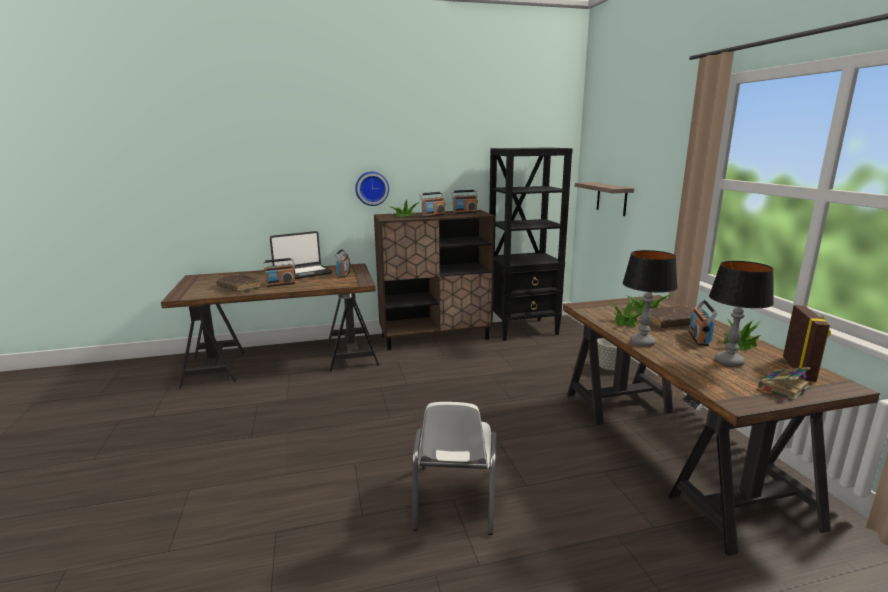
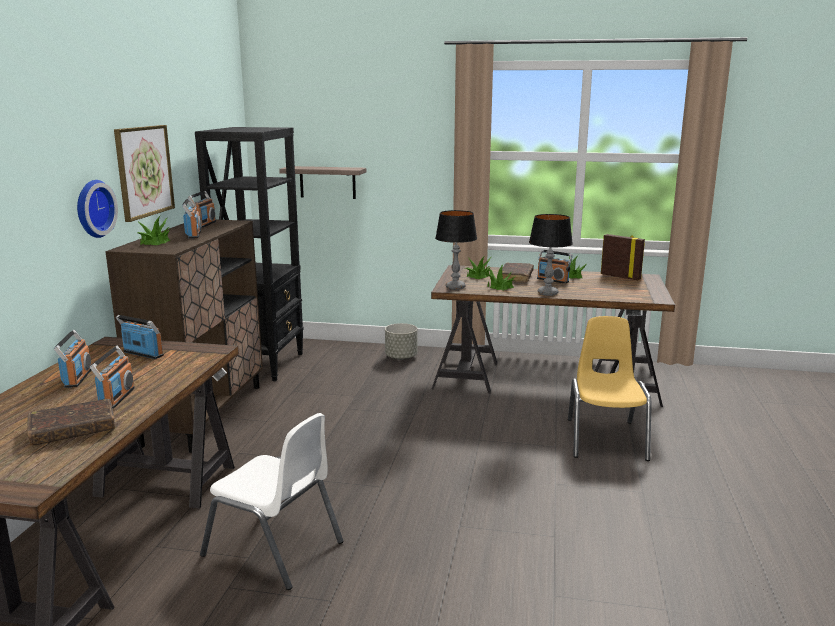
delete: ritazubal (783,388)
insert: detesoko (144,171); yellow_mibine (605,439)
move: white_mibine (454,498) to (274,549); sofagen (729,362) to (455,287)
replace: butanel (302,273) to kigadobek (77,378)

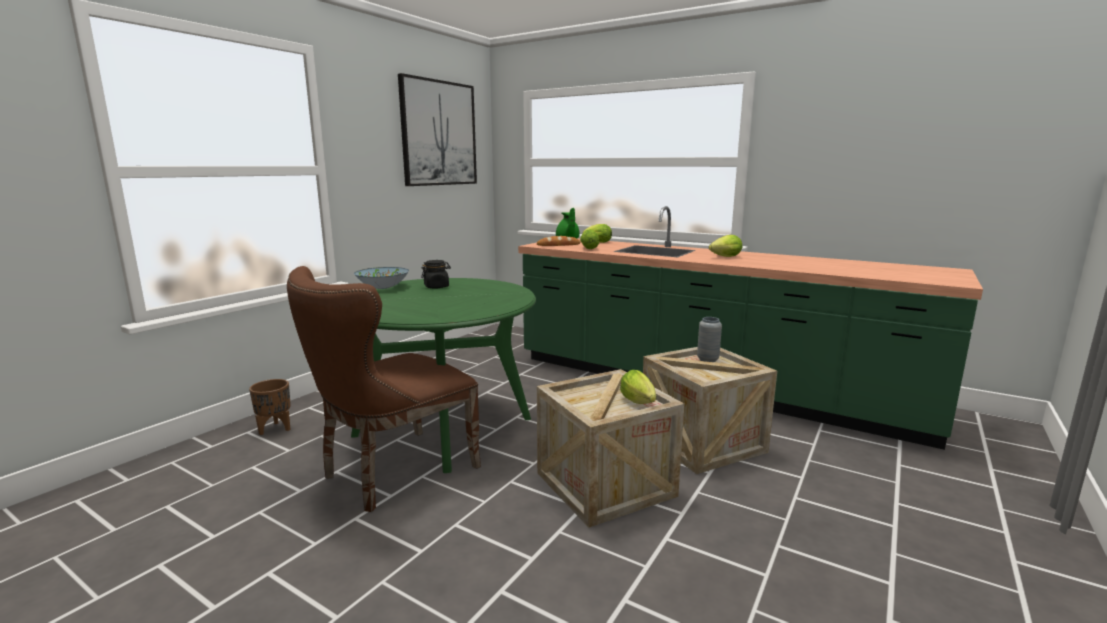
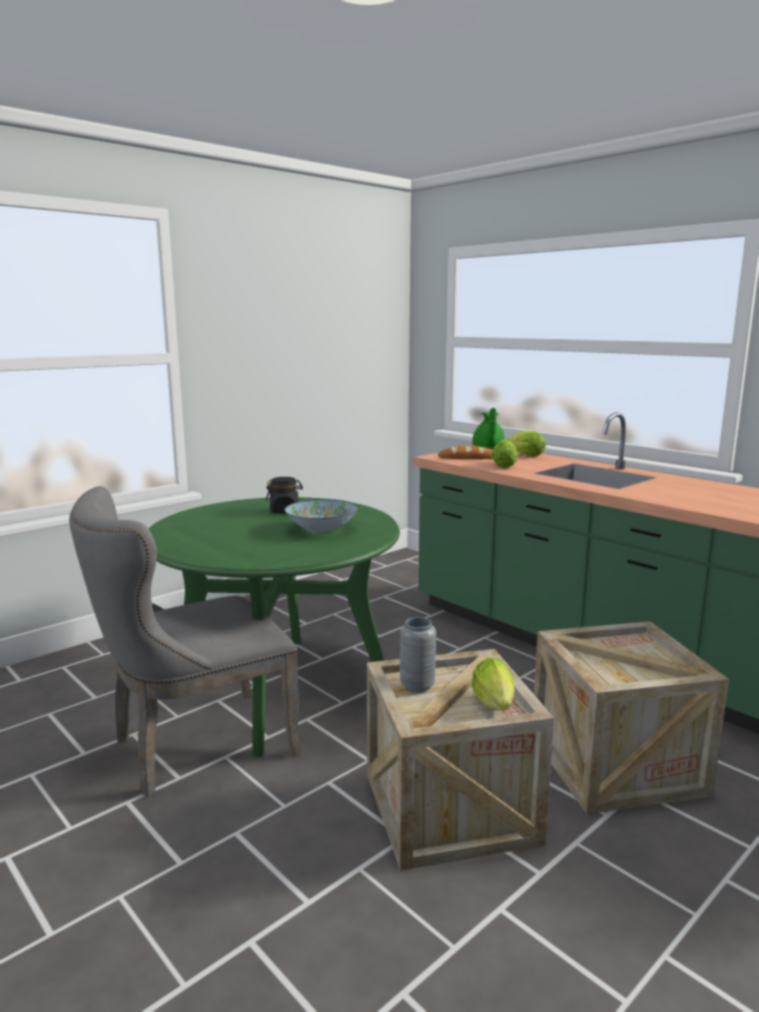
delete: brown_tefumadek (275,429); detesoko (439,133); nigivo (724,257)
move: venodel (382,287) to (321,529); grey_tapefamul (707,360) to (417,686)
recolor: brown_mibine (391,473) to grey_mibine (192,747)

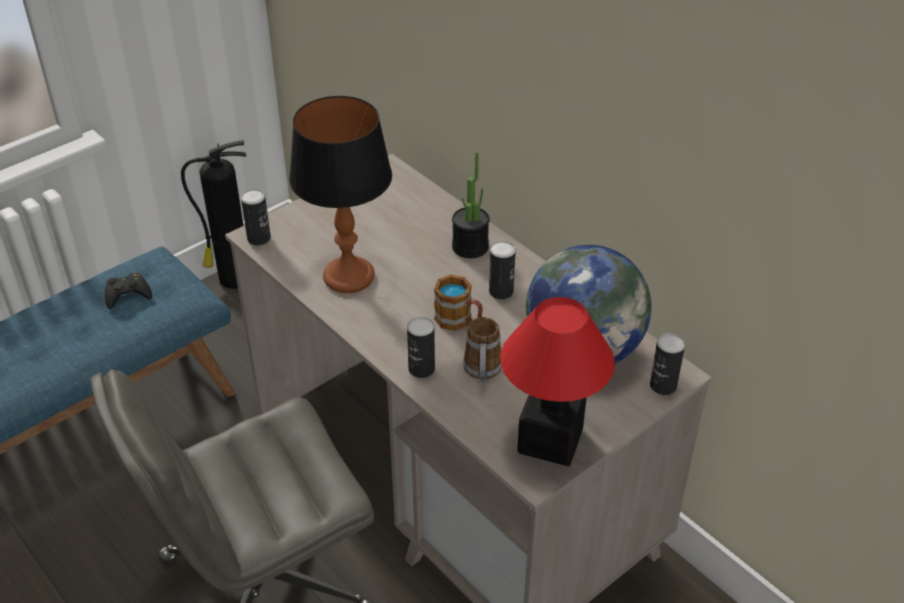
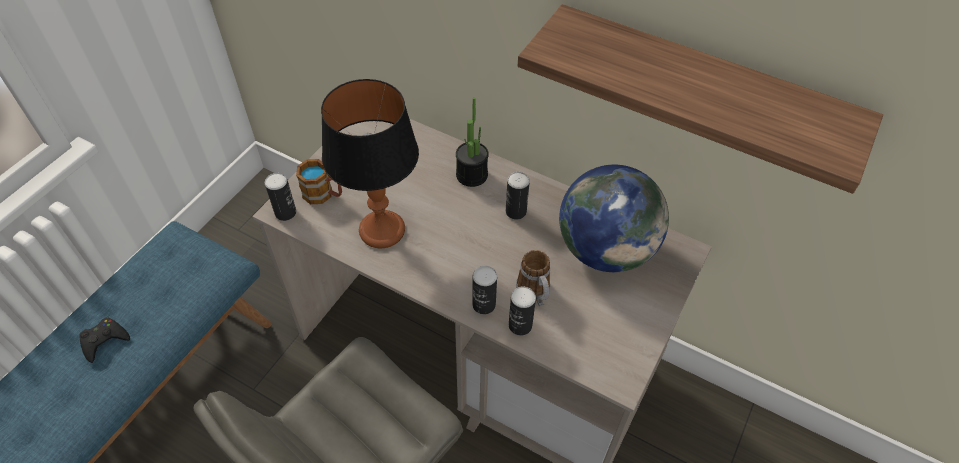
delete: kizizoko (233,279); sofagen (549,441)
insert: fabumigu (699,92)
move: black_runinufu (127,294) to (104,341); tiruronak (459,321) to (323,194); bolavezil (663,386) to (520,325)

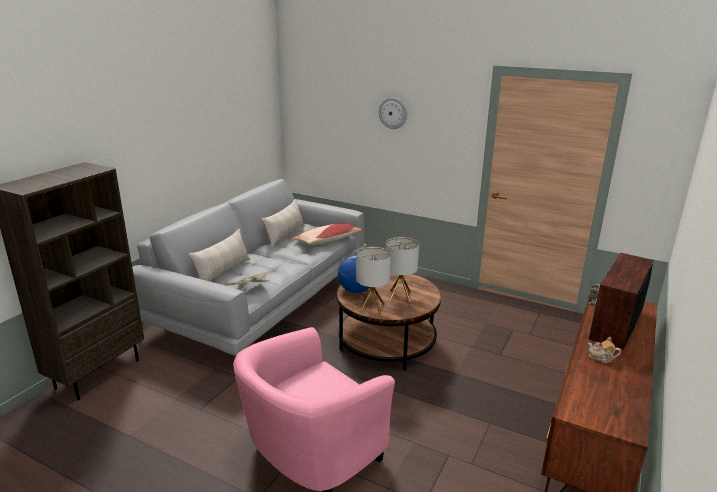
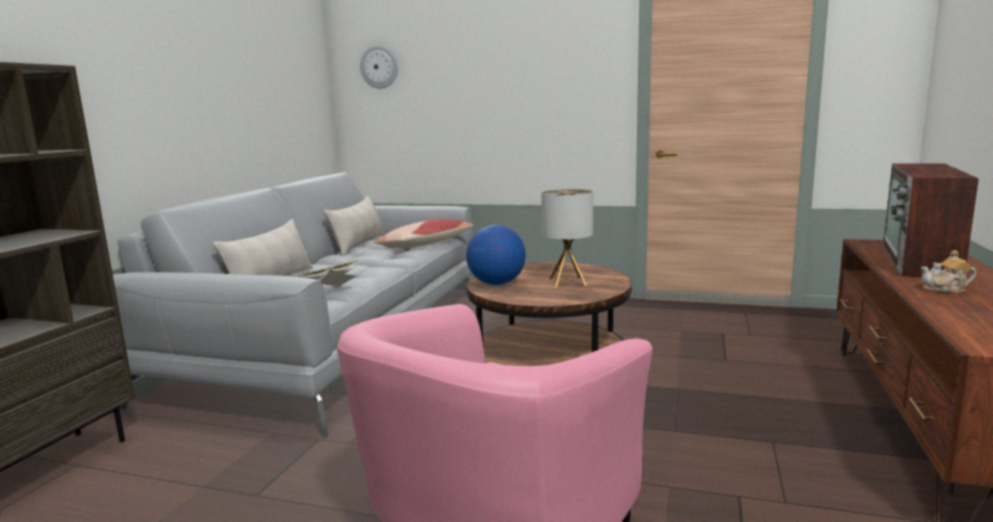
delete: sofagen (372,308)
move: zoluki (393,113) to (379,67)

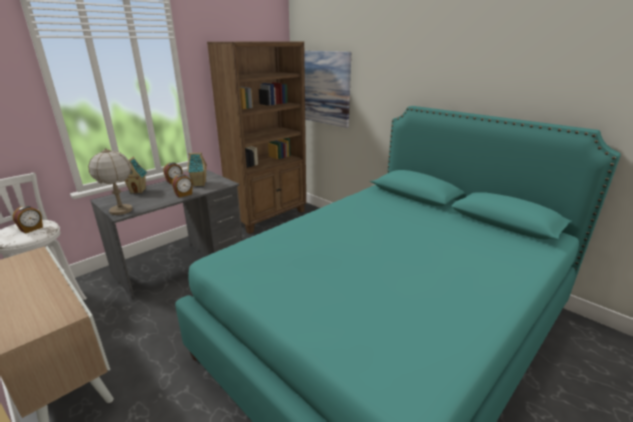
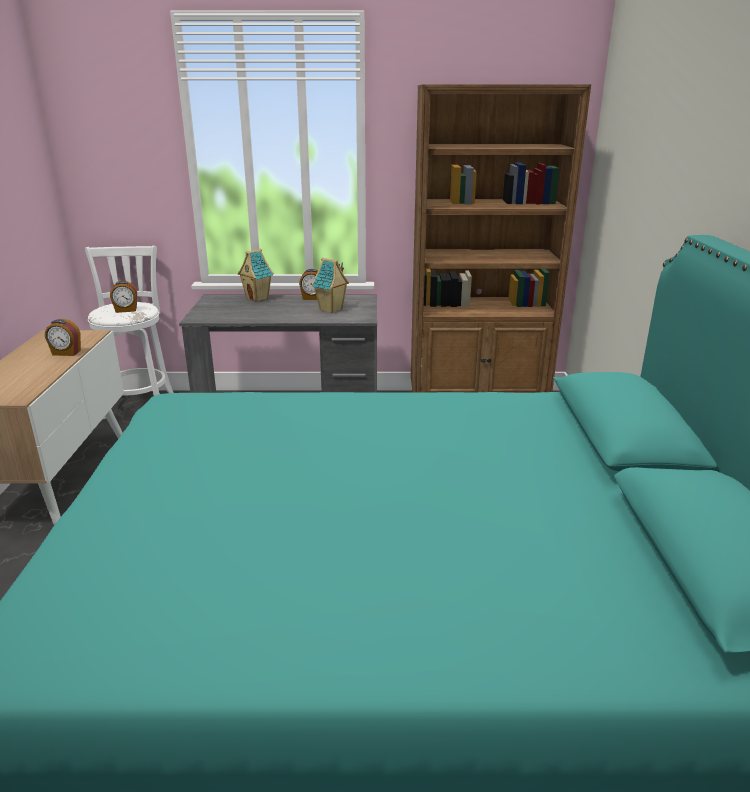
delete: sofagen (121,210); detesoko (324,88)
move: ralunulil (184,194) to (66,353)

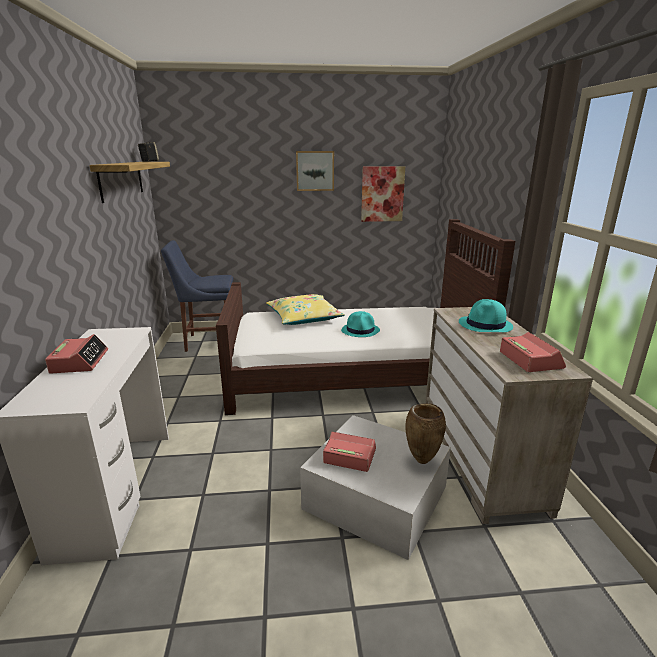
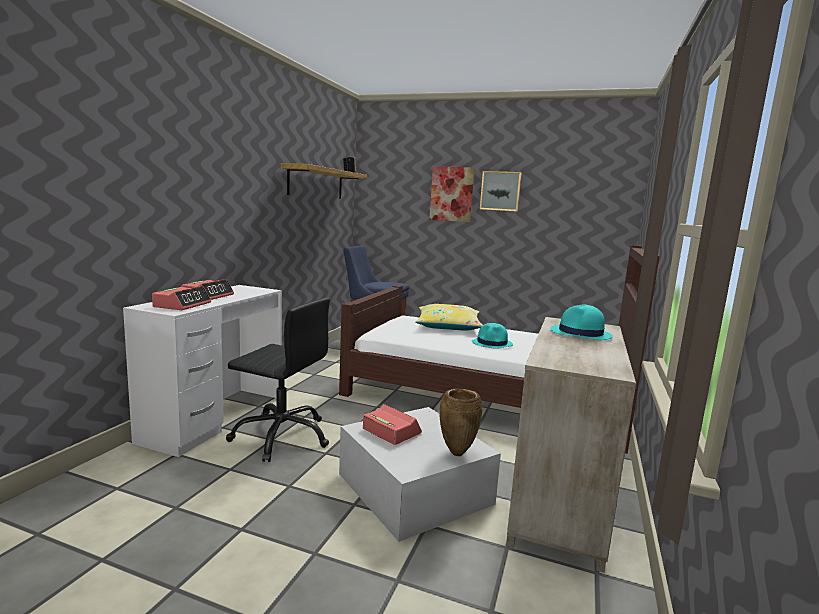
insert: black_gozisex (282,436)
move: detesoko (382,194) to (451,194); ralunulil (530,360) to (182,305)

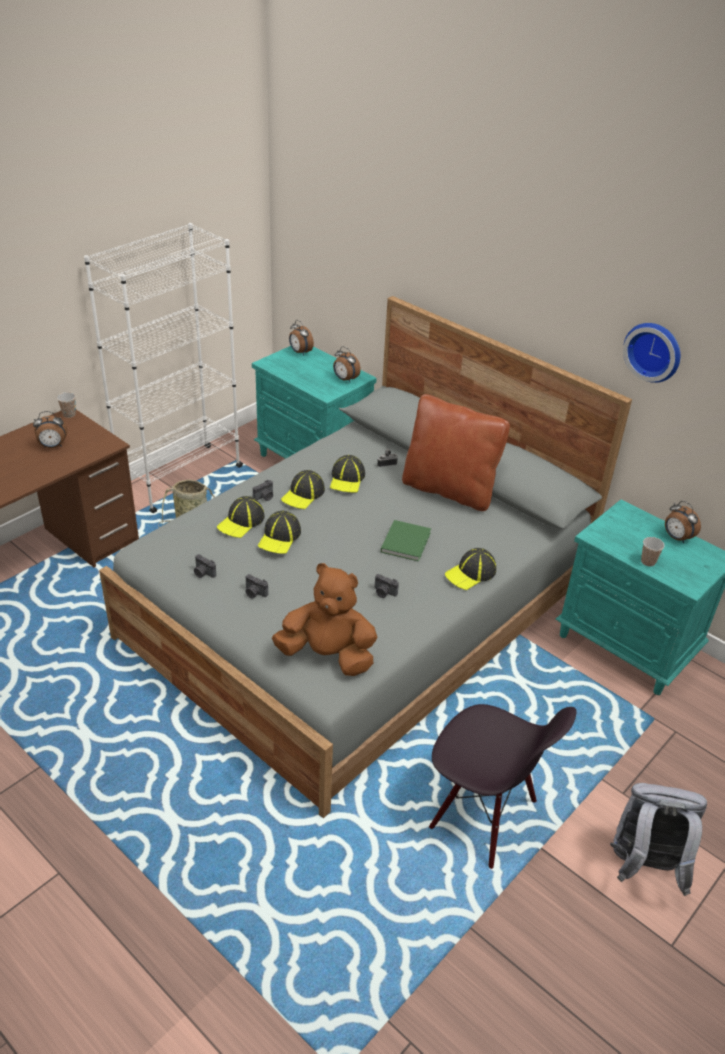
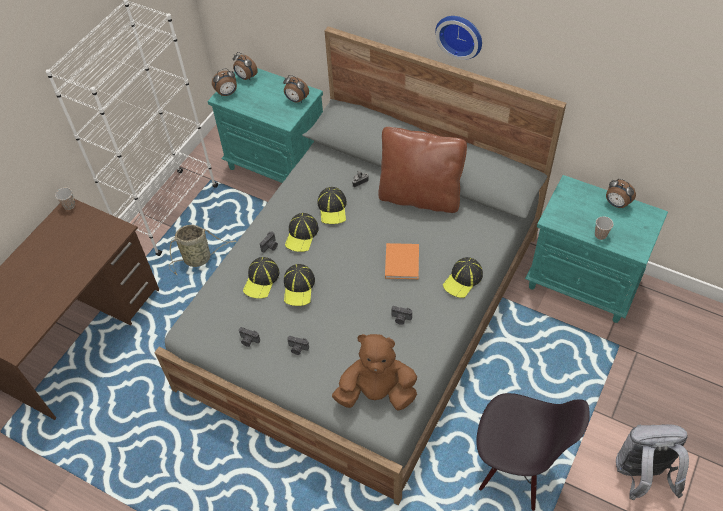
move: ralunulil (53,446) to (227,93); zoluki (654,351) to (460,35)
recolor: green_ritazubal (406,541) to orange_ritazubal (402,261)

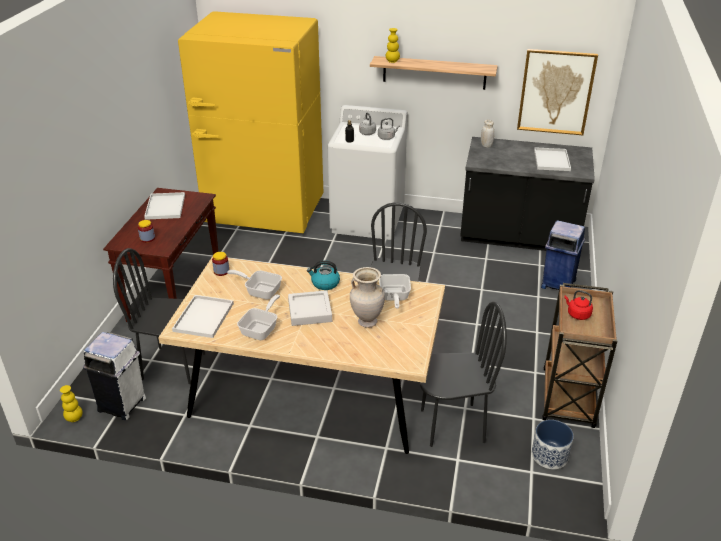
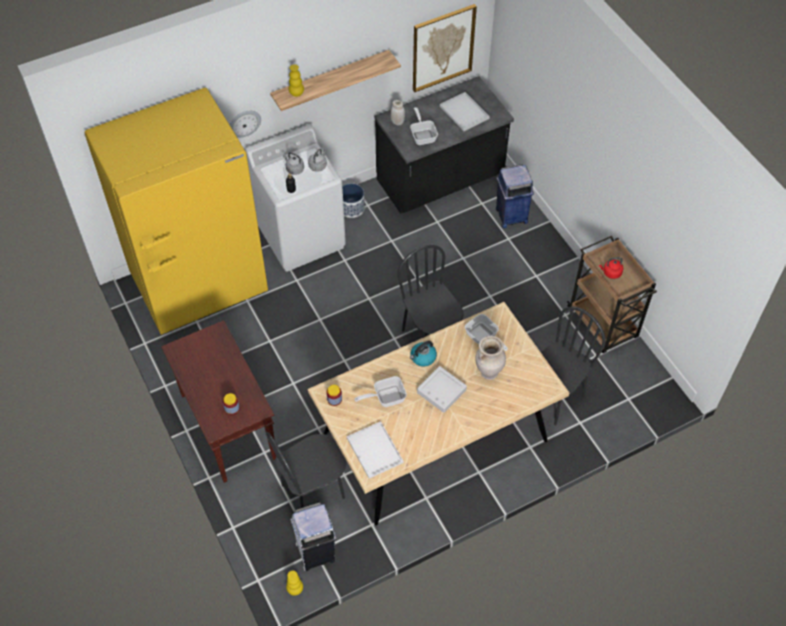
delete: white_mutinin (165,207)
insert: zoluki (244,123)
move: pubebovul (261,329) to (423,135); tefumadek (549,456) to (352,208)

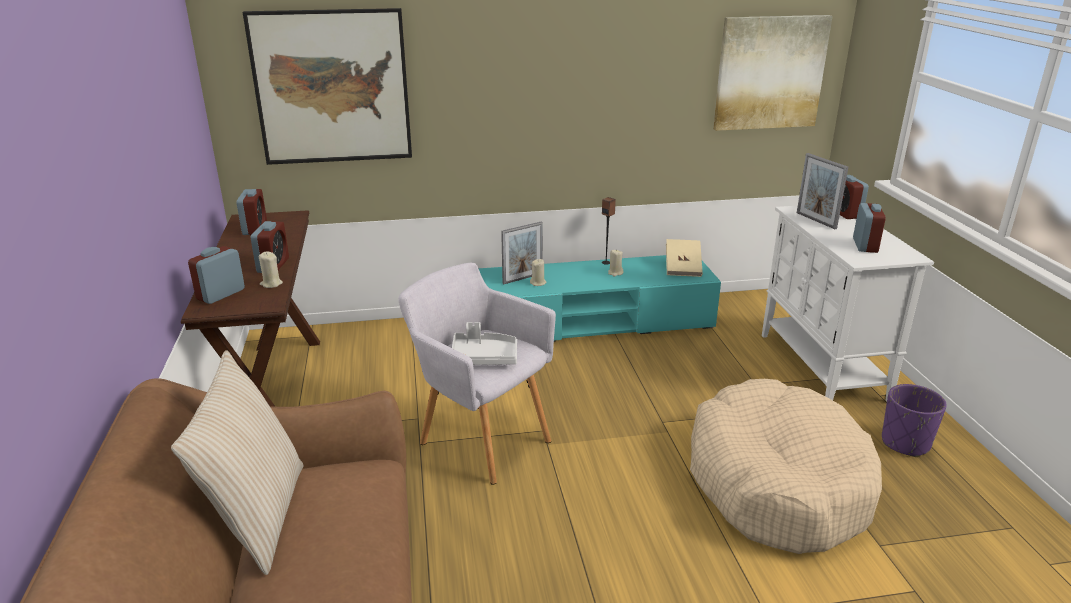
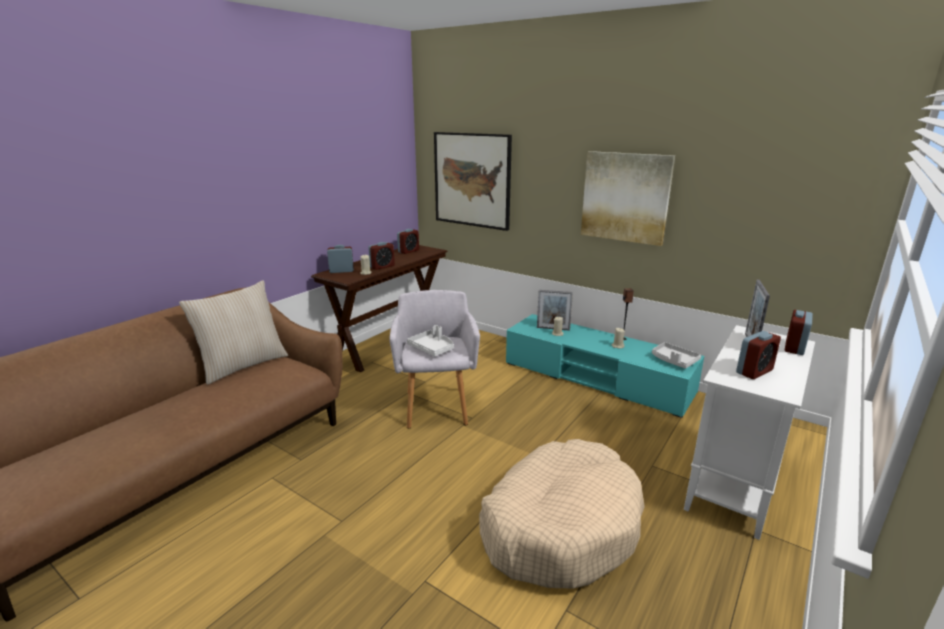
delete: purple_tefumadek (905,443)
move: detesoko (769,73) to (625,197)
replace: beige_ritazubal (683,268) to grey_mutinin (674,361)

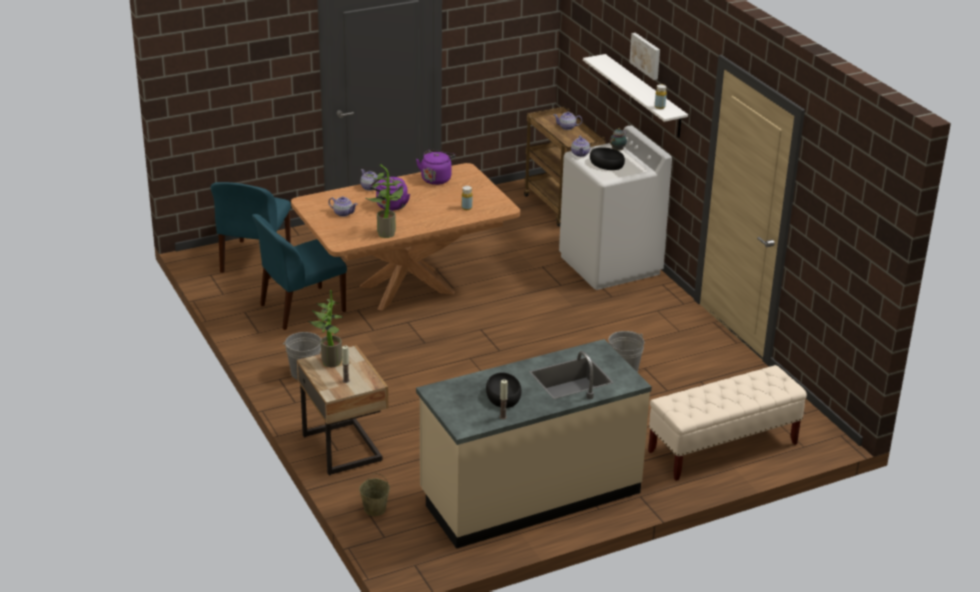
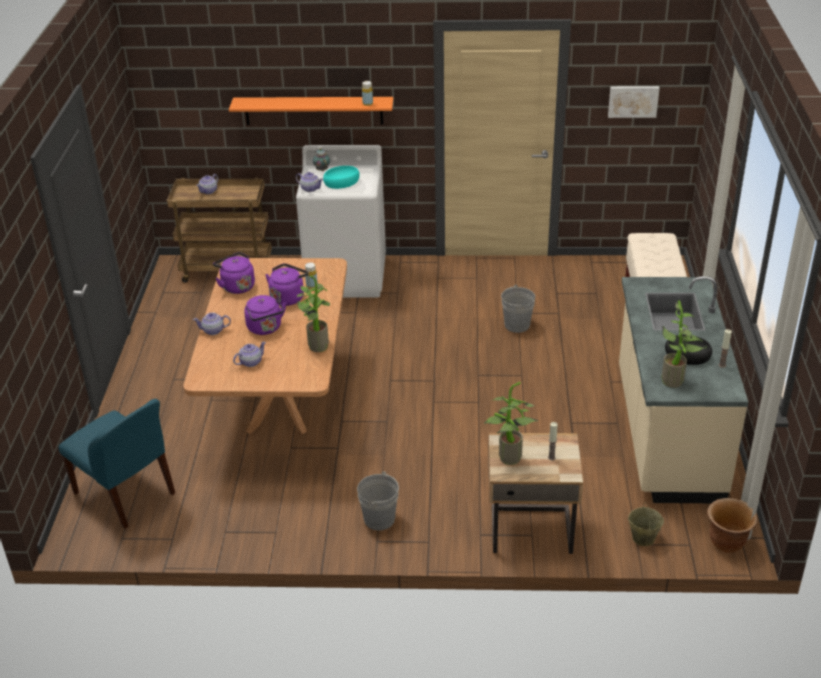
delete: blue_mibine (300,309)
insert: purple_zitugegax (288,297); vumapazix (675,381); brown_tefumadek (726,542)
move: detesoko (646,55) to (633,101)
recolor: white_fabumigu (644,96) to orange_fabumigu (314,110); black_venodel (607,163) to turquoise_venodel (341,182)

